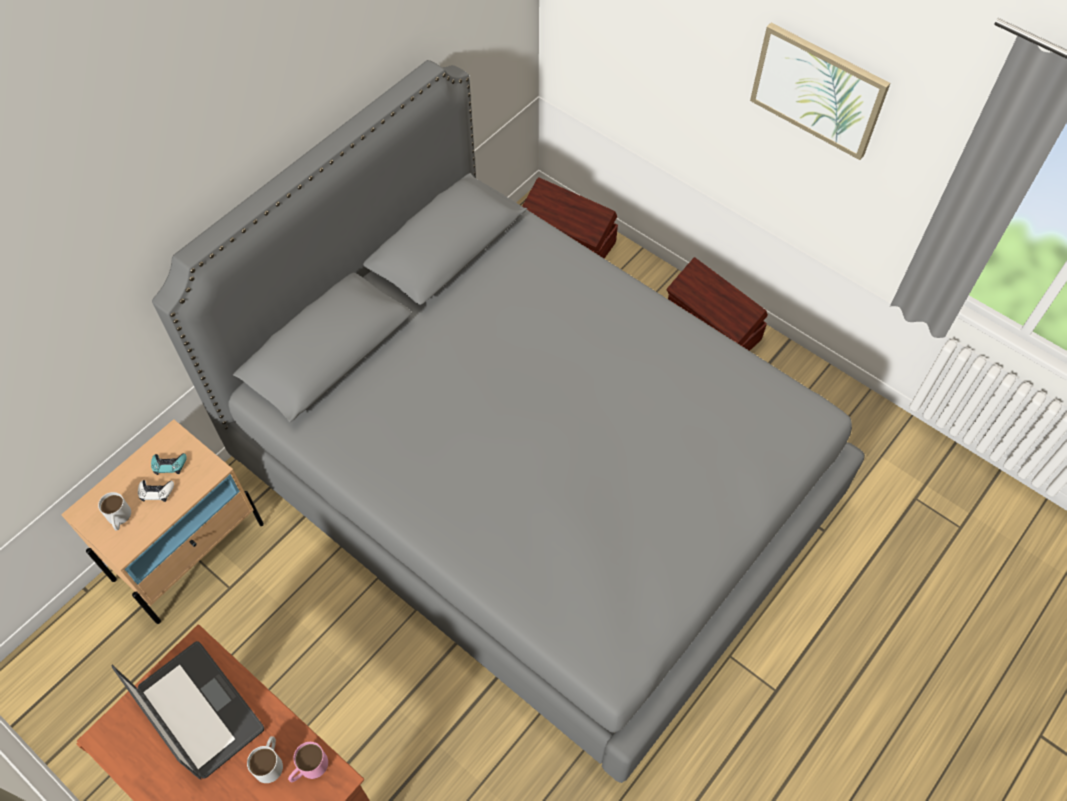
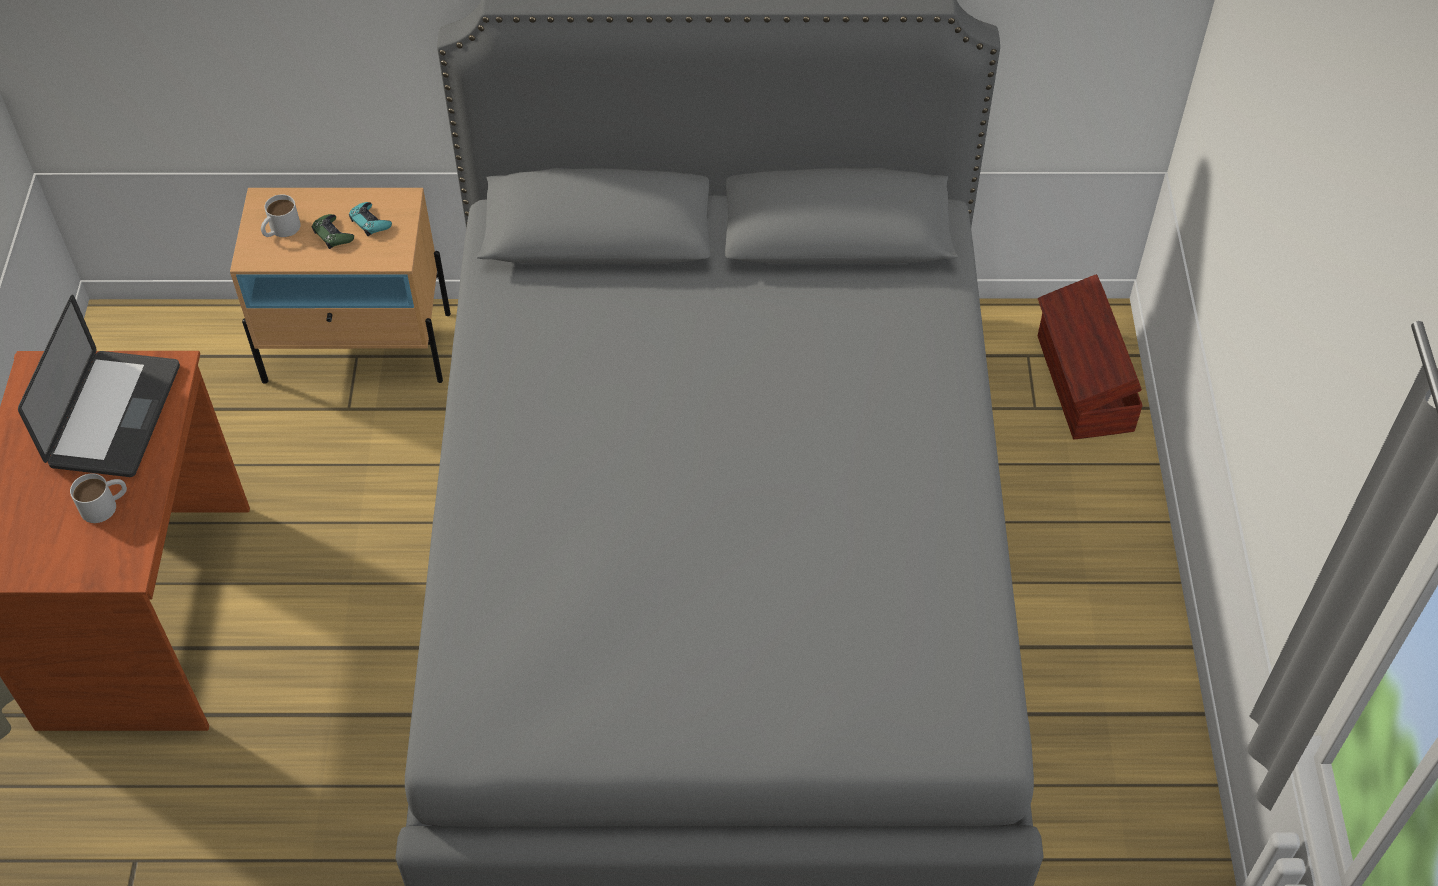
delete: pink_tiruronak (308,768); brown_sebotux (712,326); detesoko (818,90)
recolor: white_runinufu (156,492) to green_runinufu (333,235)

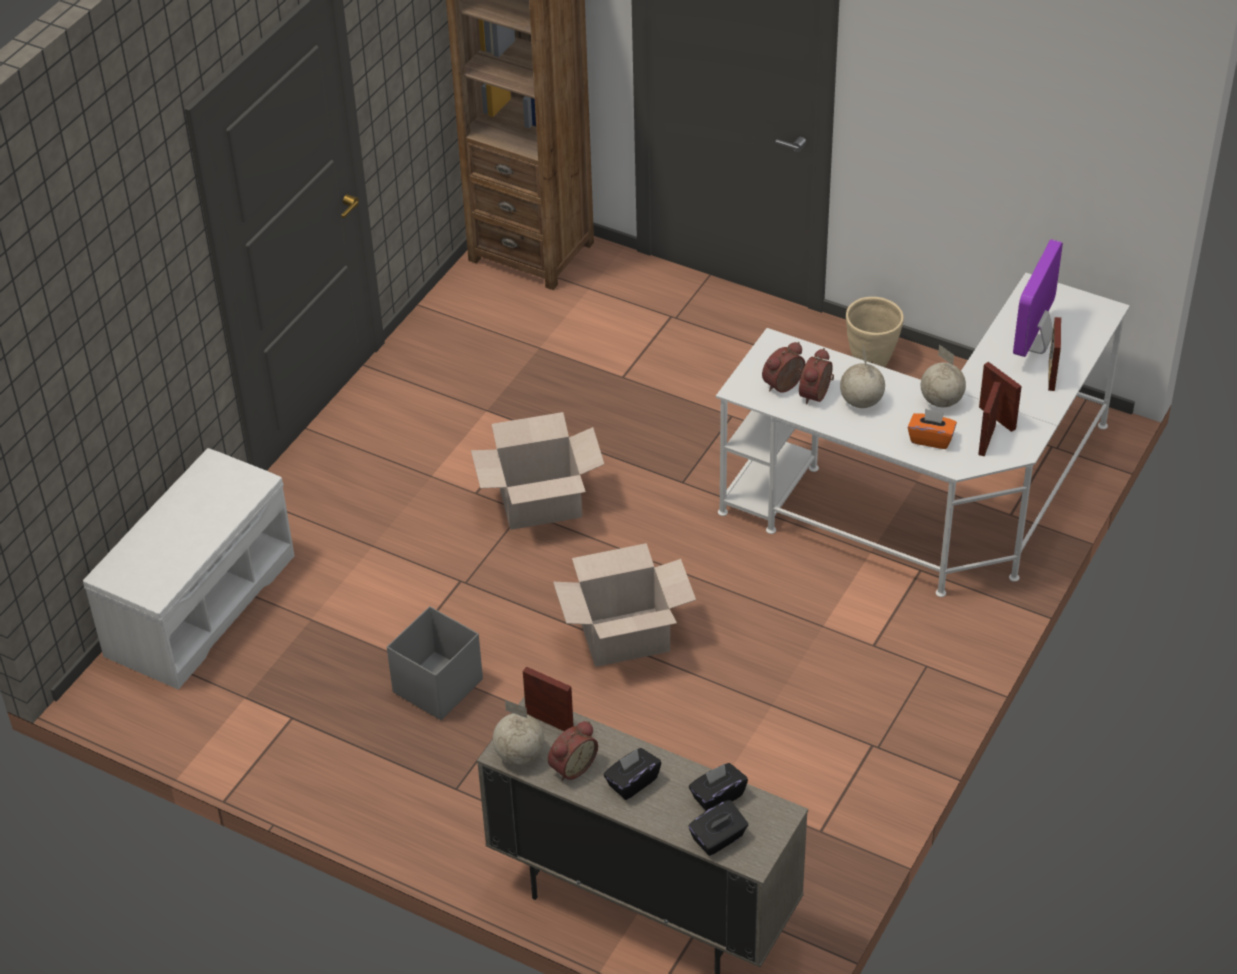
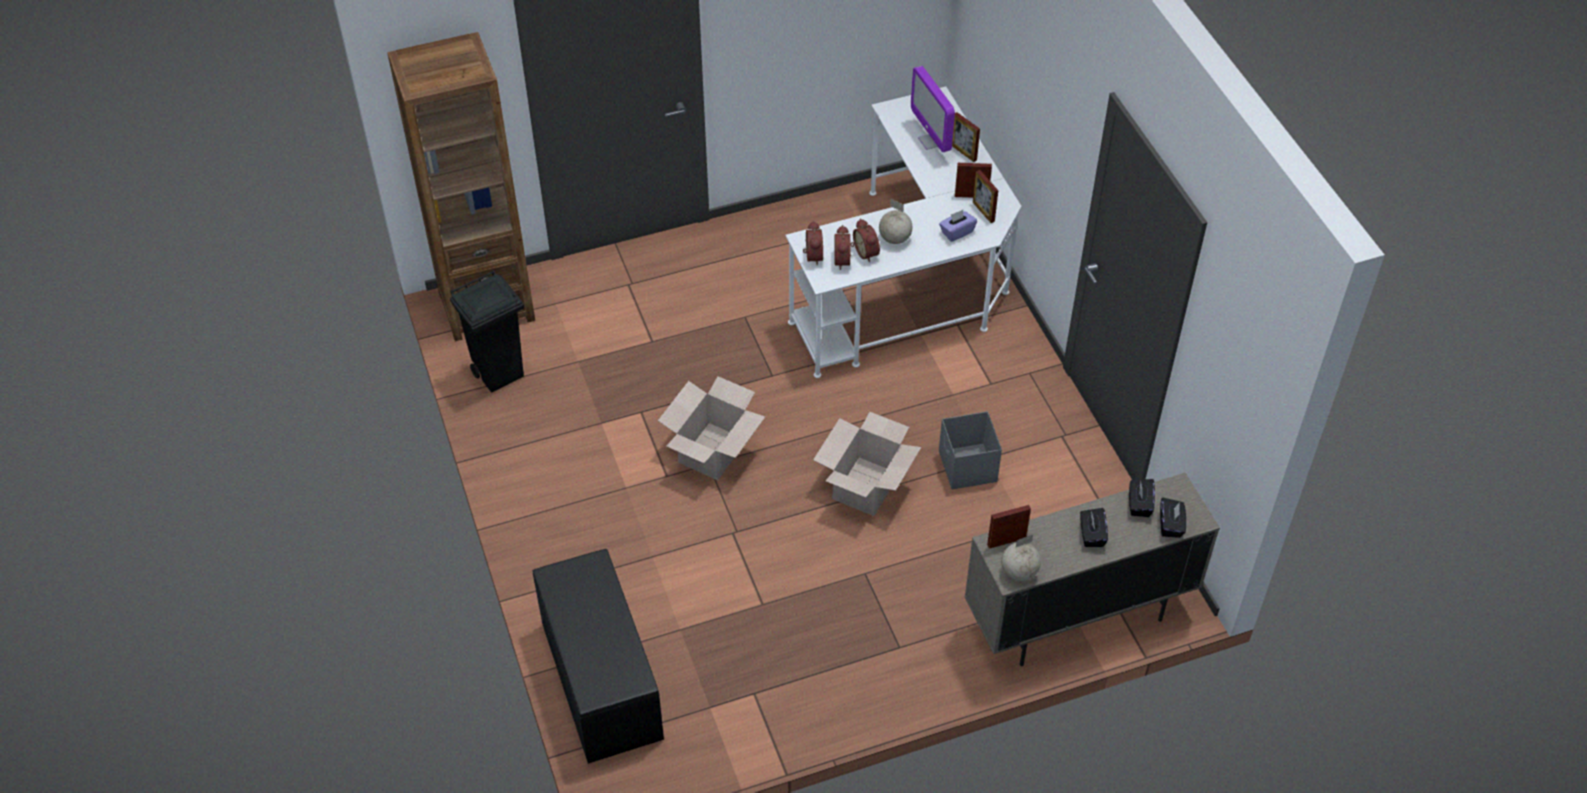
delete: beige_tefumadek (871,360); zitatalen (941,401)
insert: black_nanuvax (500,374)
move: grey_sebotux (436,687) to (967,467); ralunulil (571,766) to (812,256)
recolor: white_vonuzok (200,603) to black_vonuzok (599,679); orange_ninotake (931,439) to purple_ninotake (957,232)

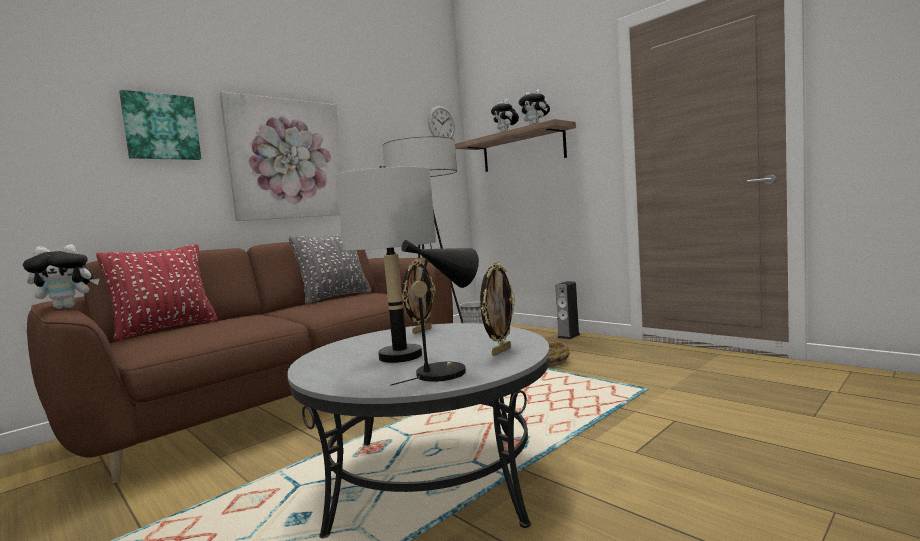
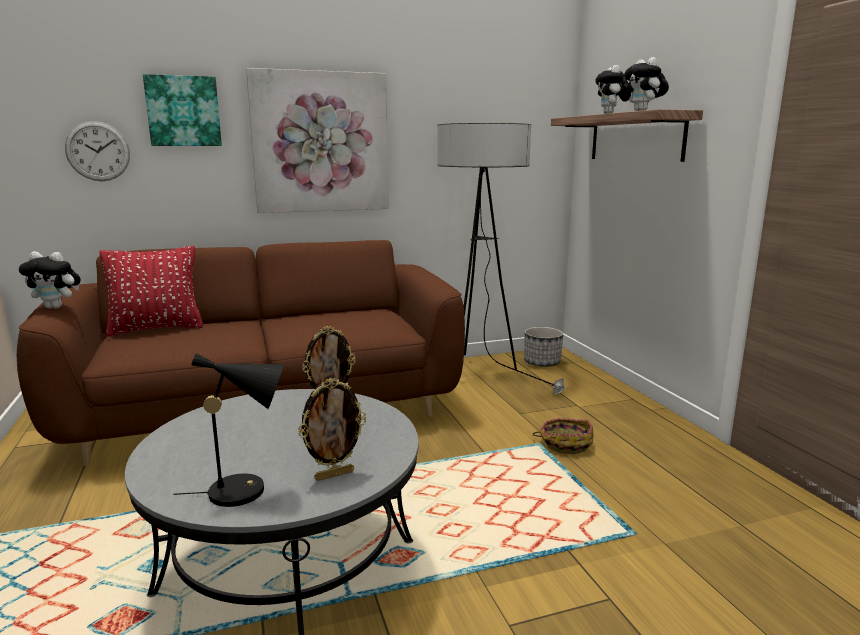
delete: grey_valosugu (335,297); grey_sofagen (400,356); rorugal (568,336)
move: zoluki (441,124) to (98,151)

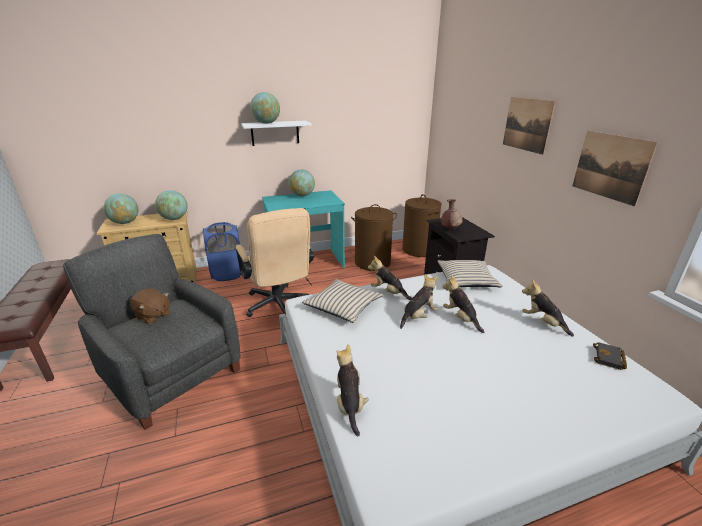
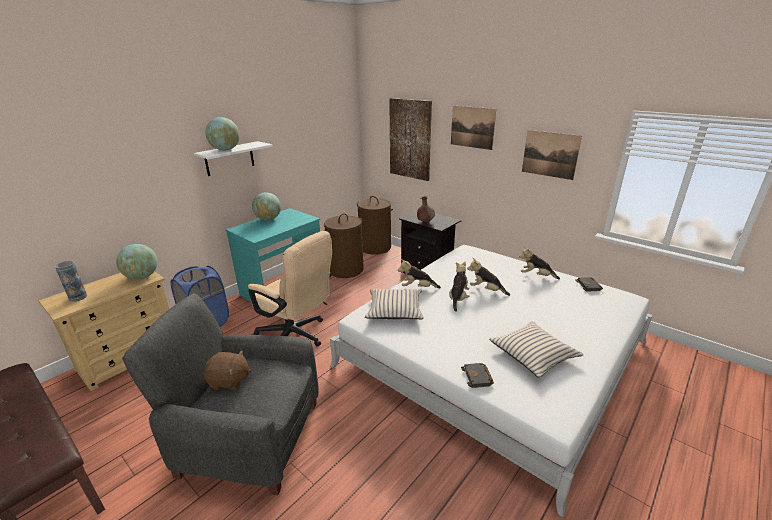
insert: detesoko (410,139)
move: beige_valosugu (466,280) to (533,354)
replace: zitatalen (125,222) to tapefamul (78,297); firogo (350,404) to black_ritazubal (478,378)

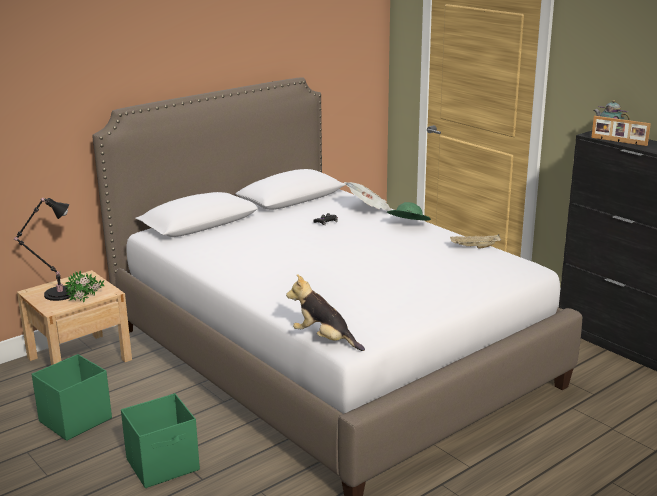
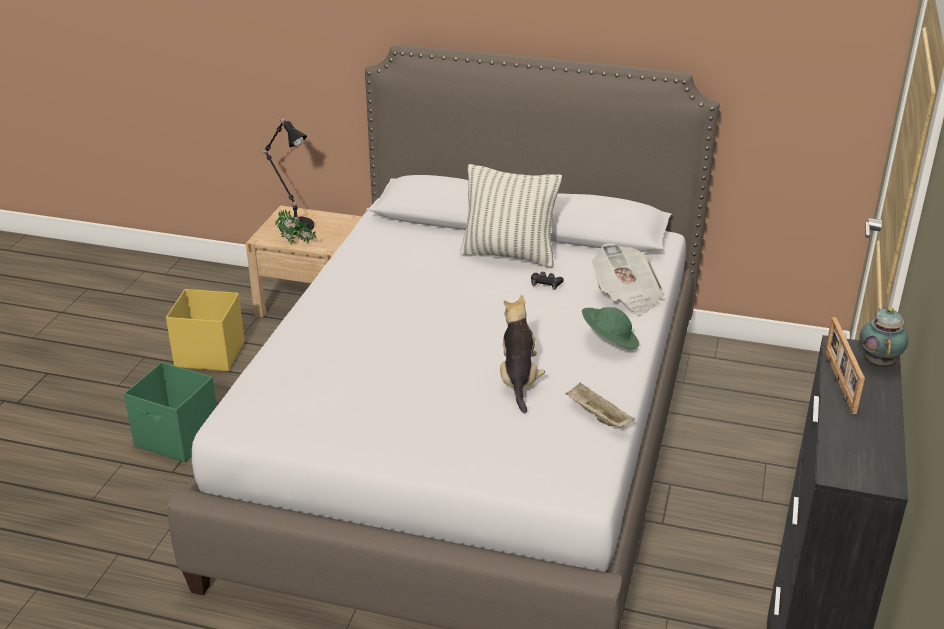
insert: valosugu (509,255)
move: firogo (324,340) to (518,380)
recolor: green_sebotux (74,420) to yellow_sebotux (209,354)

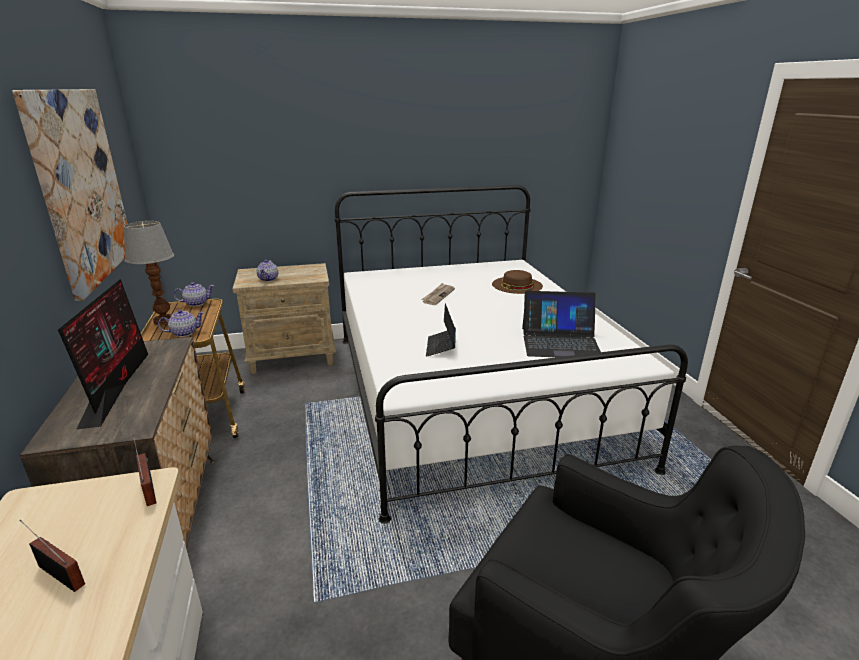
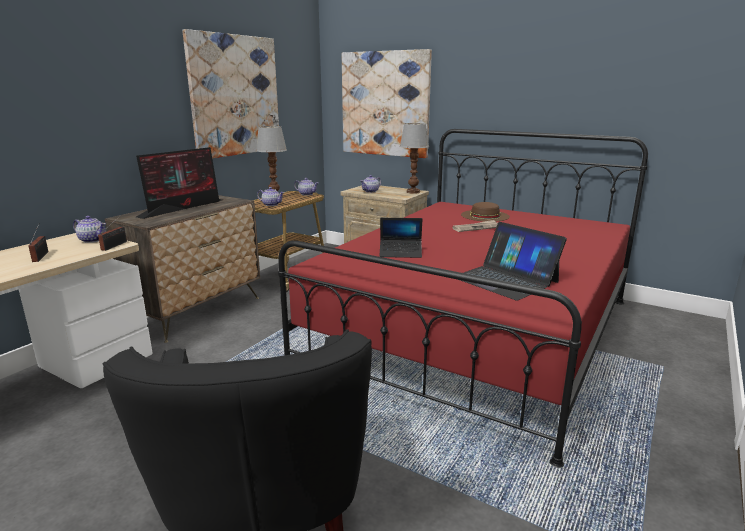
insert: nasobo (92,240); detesoko (385,104); sofagen (412,192)
move: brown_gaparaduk (517,285) to (485,215)
recolor: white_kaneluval (471,394) to red_kaneluval (475,330)
rotate: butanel (441,347) = (400,253) 135 degrees counterclockwise

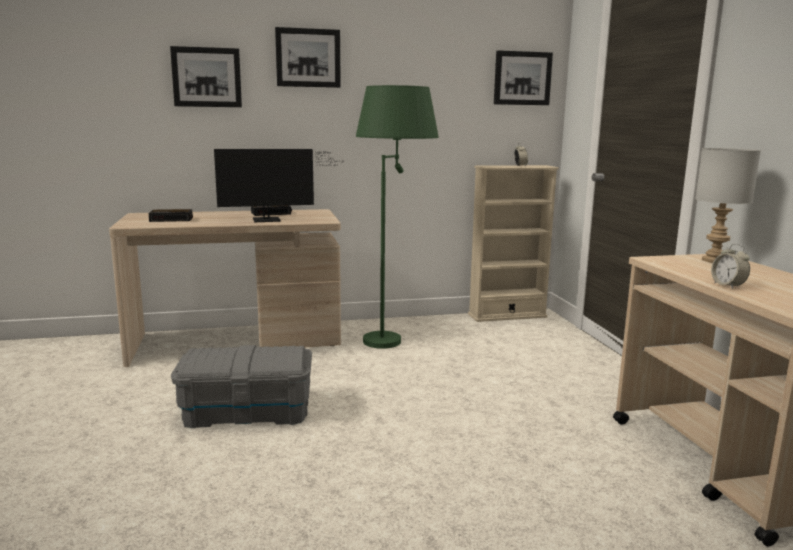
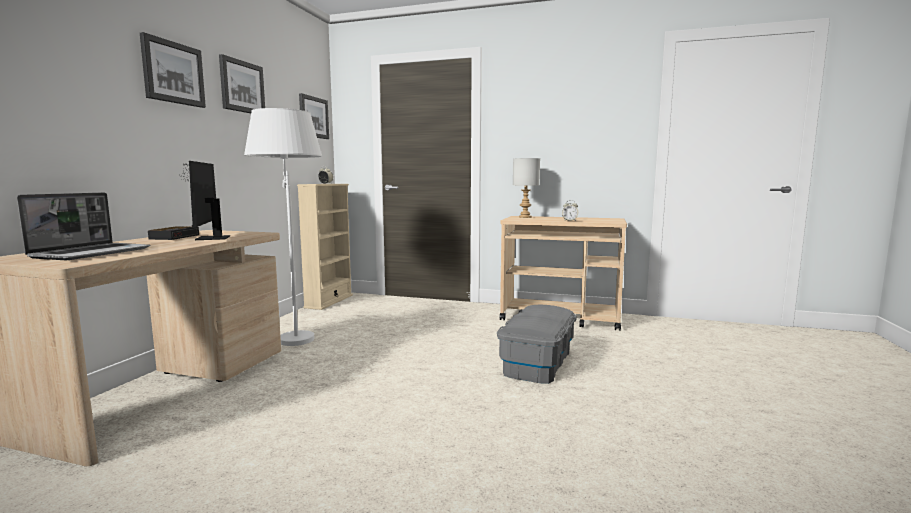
move: detesoko (207,77) to (242,87); grey_sebotux (247,411) to (537,363)
replace: ralunulil (172,219) to butanel (92,253)
recolor: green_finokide (394,335) to white_finokide (294,334)
rotate: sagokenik (271,220) = (210,238) 150 degrees clockwise

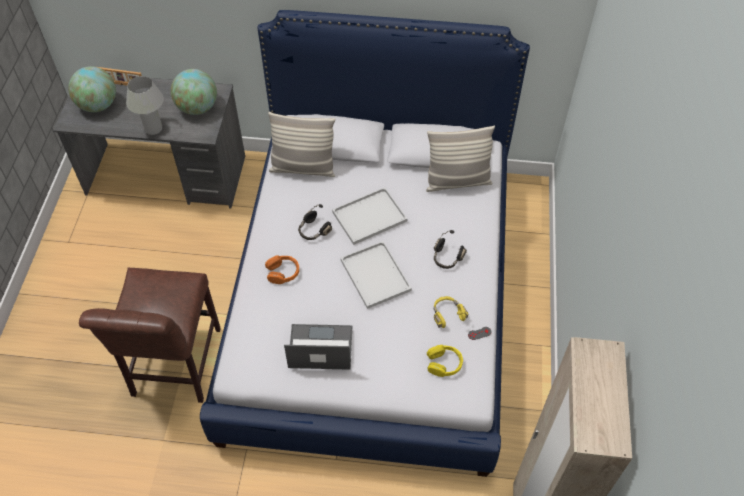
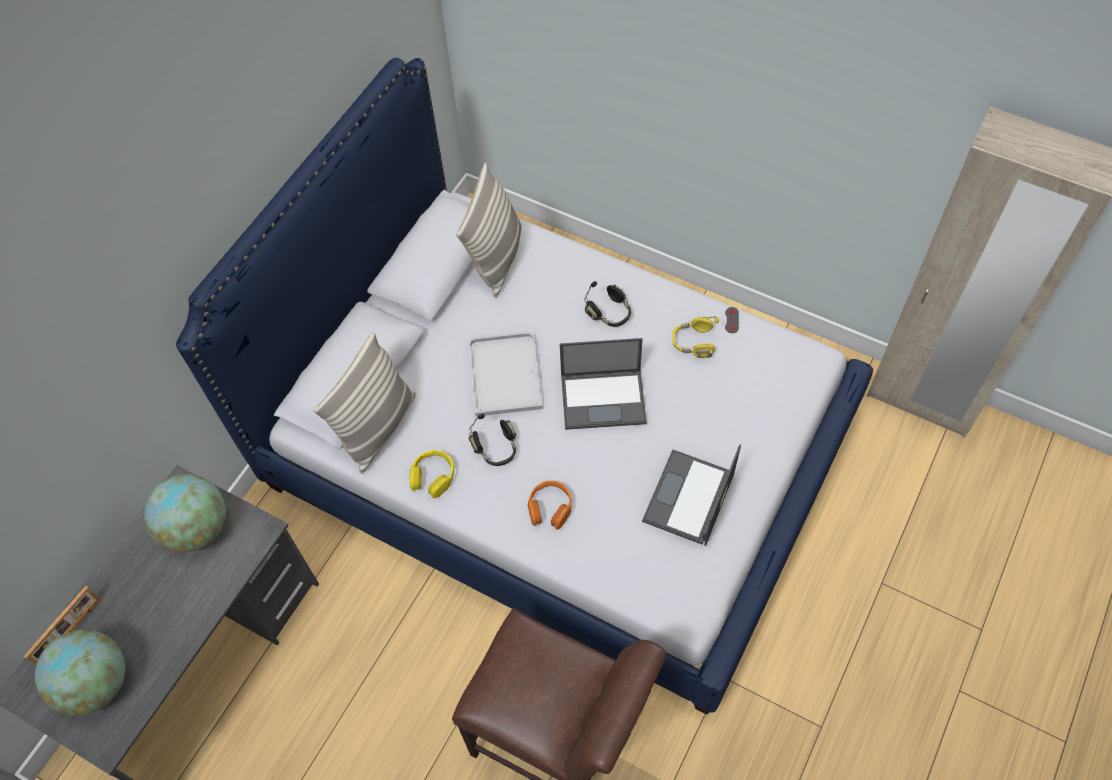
delete: white_sofagen (153,129)
move: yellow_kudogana (444,364) to (433,477)
replace: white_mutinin (376,276) to butanel (604,398)

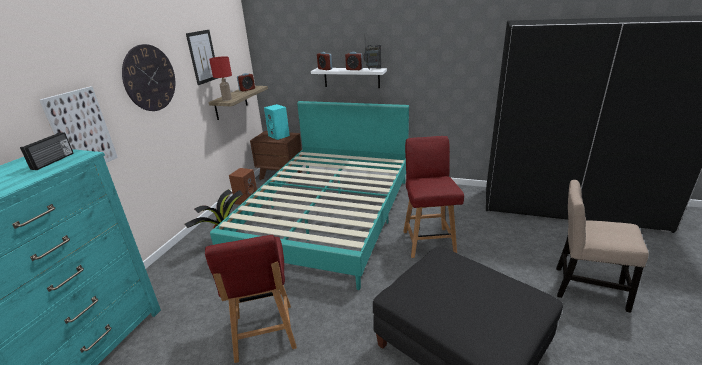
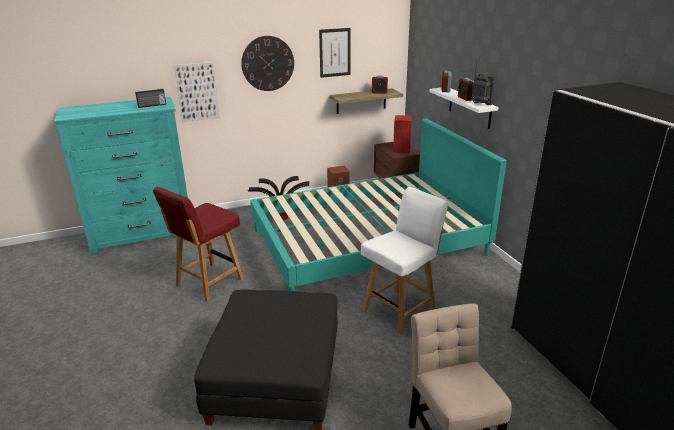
delete: red_sofagen (227,99)
recolor: turquoise_rorugal (279,136) to red_rorugal (402,149); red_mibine (428,241) to white_mibine (400,310)

